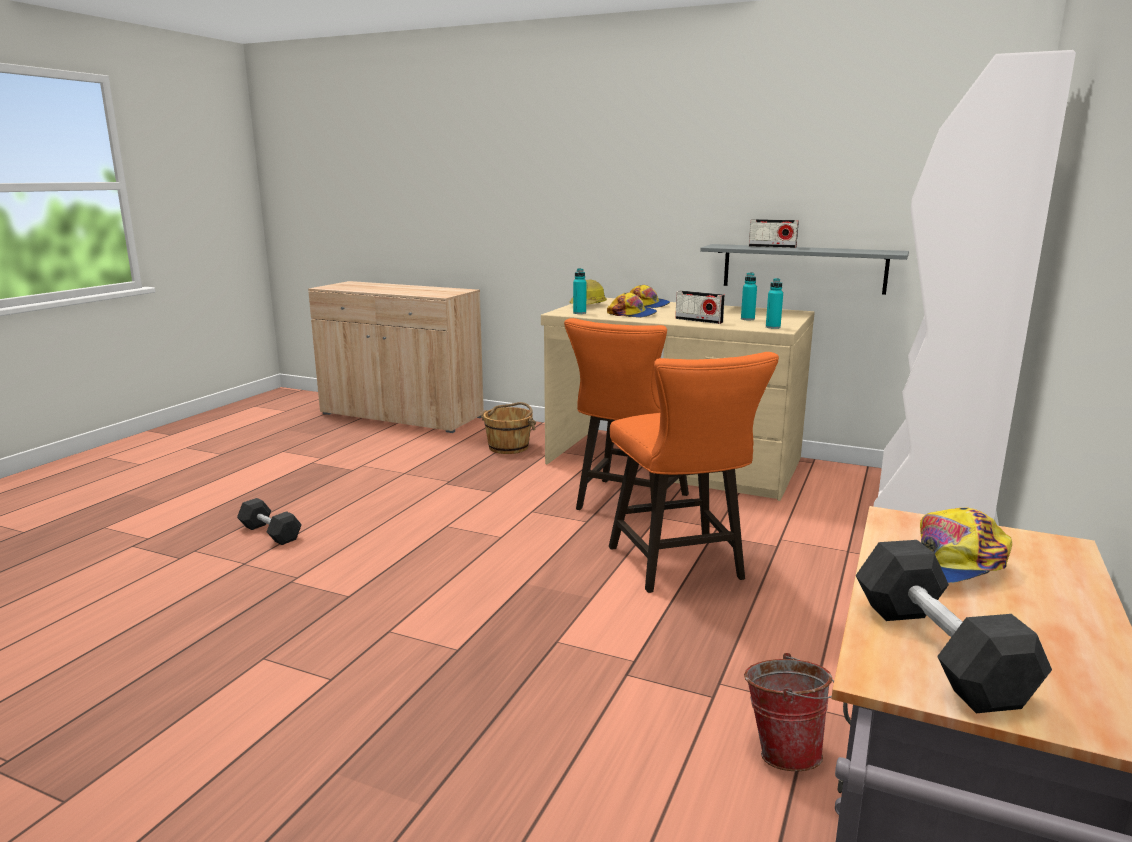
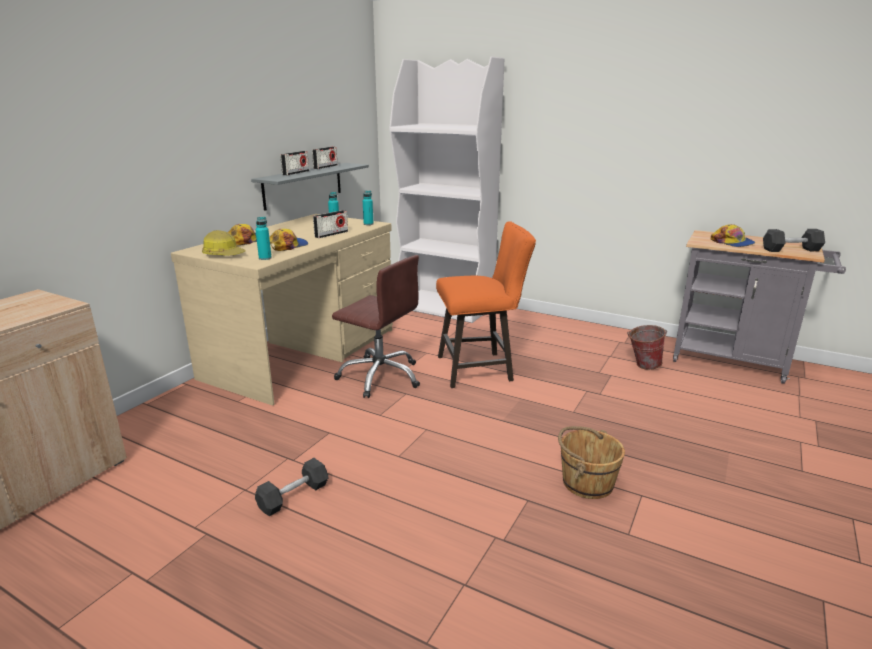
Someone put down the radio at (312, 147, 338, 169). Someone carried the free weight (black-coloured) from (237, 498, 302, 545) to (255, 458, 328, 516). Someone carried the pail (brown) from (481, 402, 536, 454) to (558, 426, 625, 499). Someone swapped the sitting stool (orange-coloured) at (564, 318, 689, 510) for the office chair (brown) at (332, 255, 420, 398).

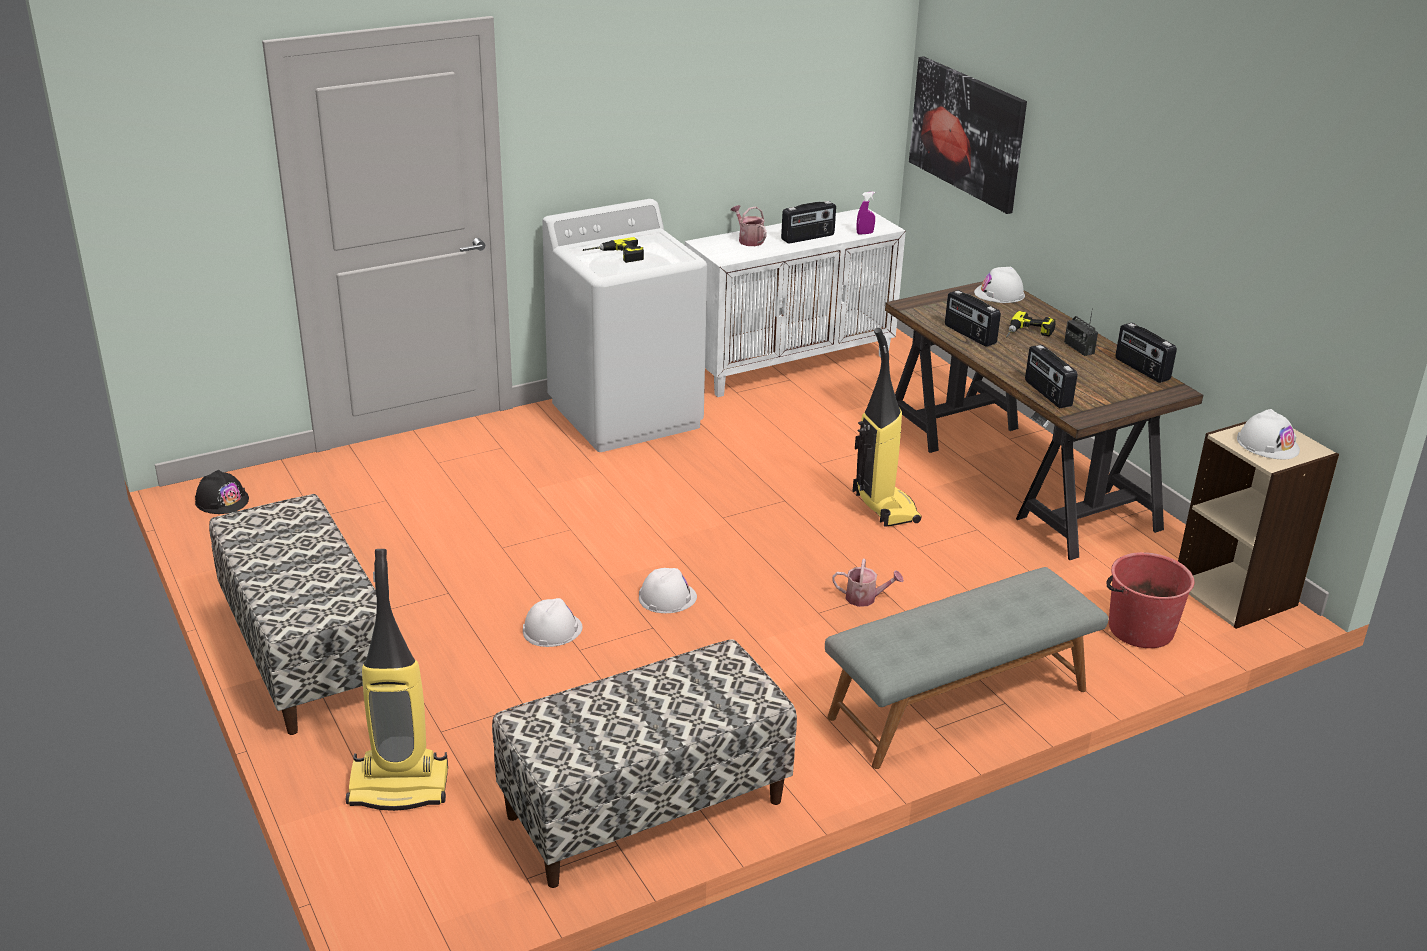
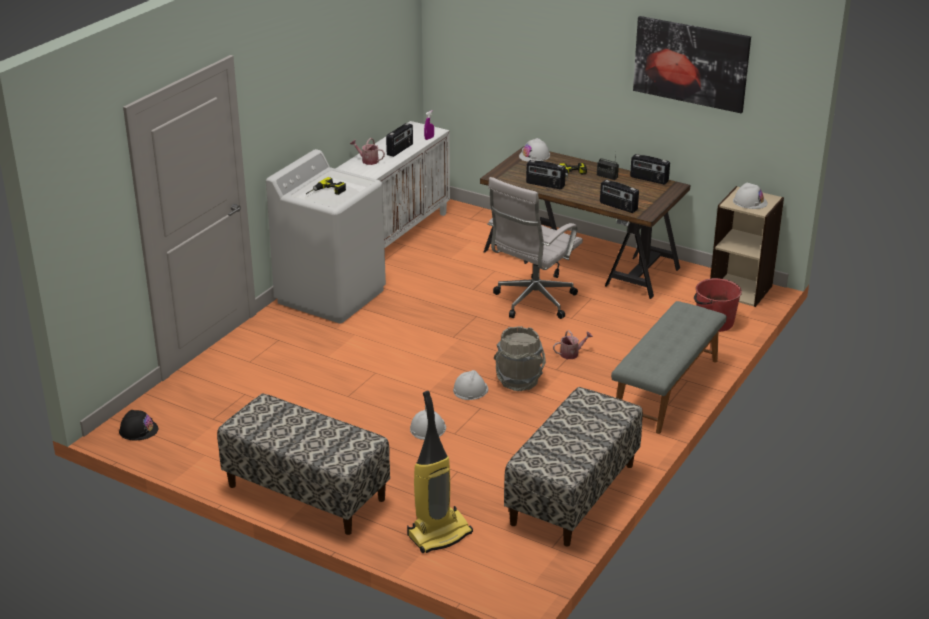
Someone put down the pail (greyish) at (494, 326, 546, 391). Someone carried the wall art from (909, 56, 1027, 214) to (633, 16, 751, 113). Someone swapped the vacuum cleaner at (853, 328, 921, 527) for the office chair (white) at (487, 177, 583, 319).

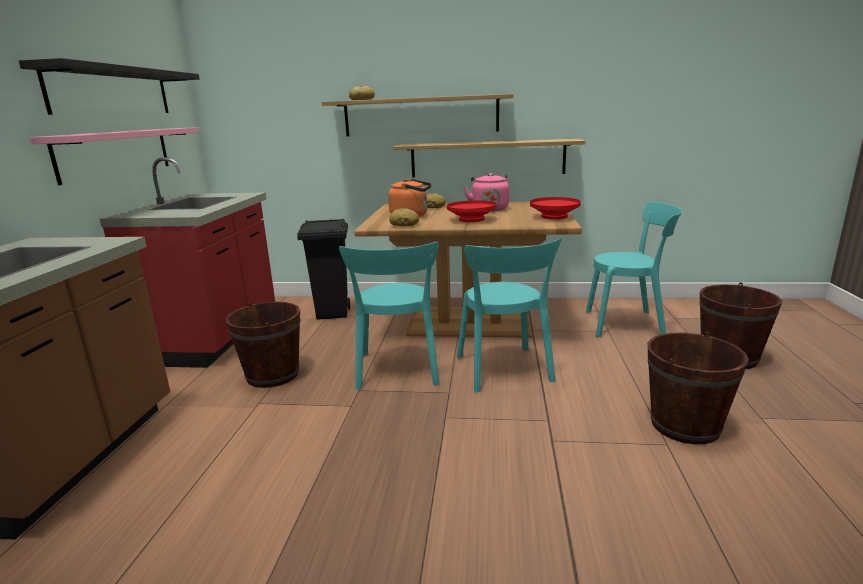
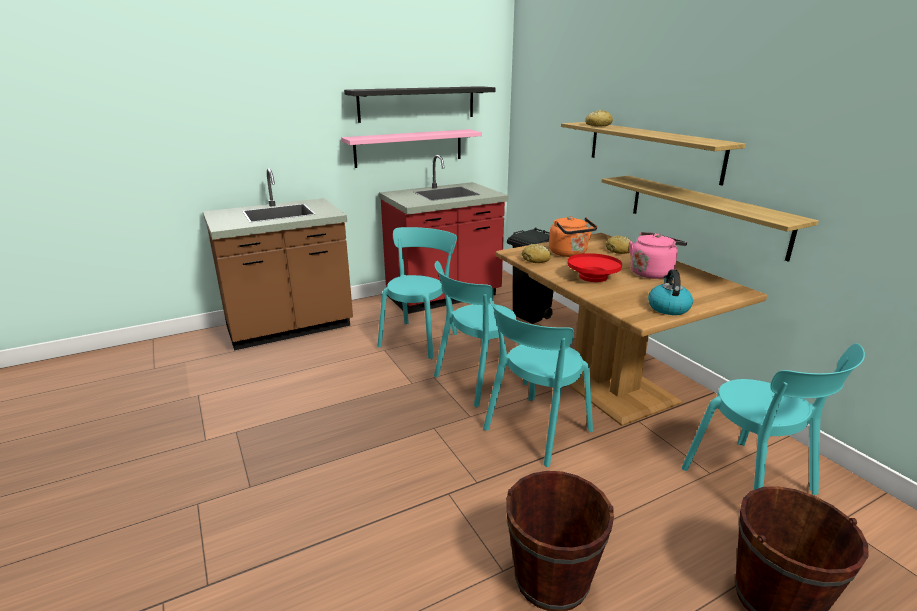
Someone swapped the pail (brown) at (226, 302, 300, 388) for the upright chair (blue-green) at (378, 227, 458, 359). Someone swapped the deep dish (red) at (530, 197, 581, 220) for the kettle at (648, 269, 693, 315).

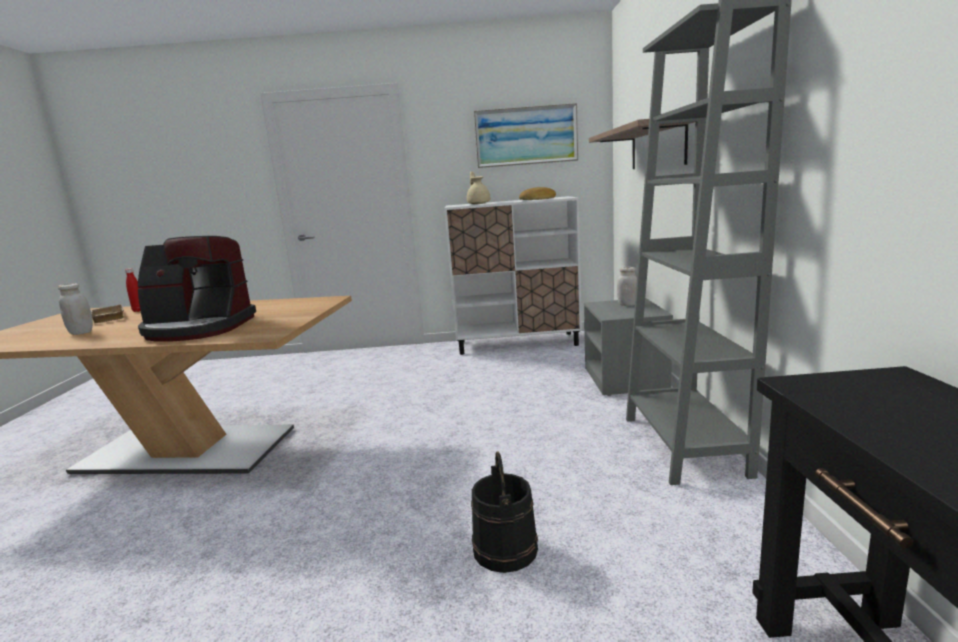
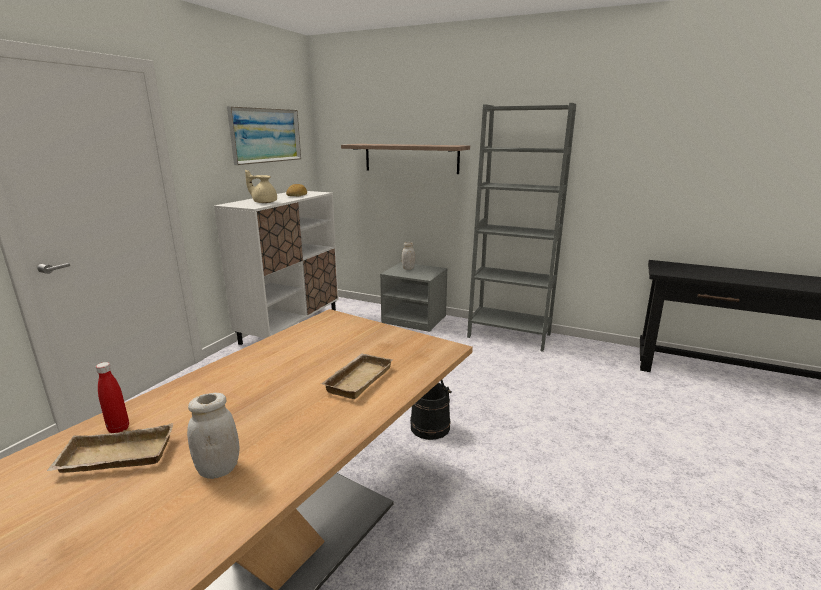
Someone carried the pail (black-coloured) from (471, 451, 538, 573) to (410, 380, 452, 440). Someone swapped the coffee brewer at (138, 236, 256, 342) for the tray (beige-coloured) at (321, 353, 393, 399).

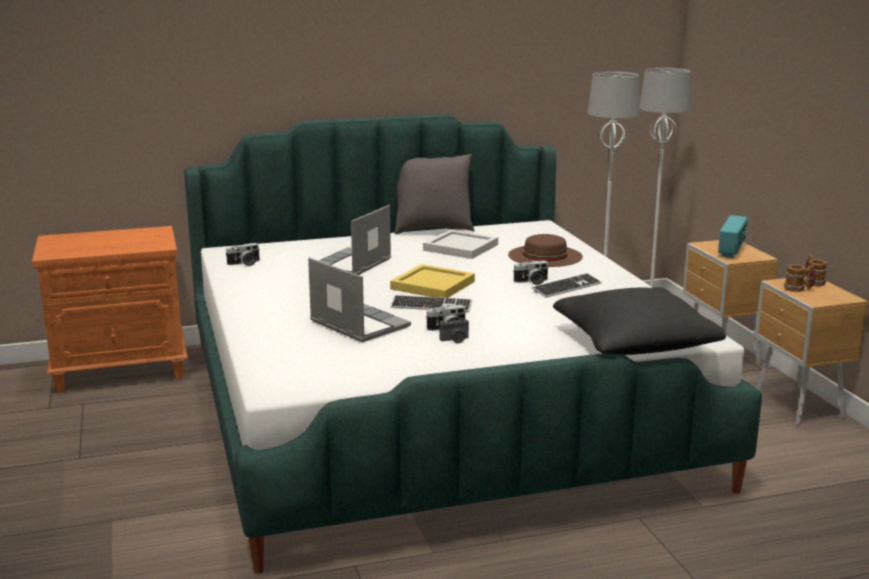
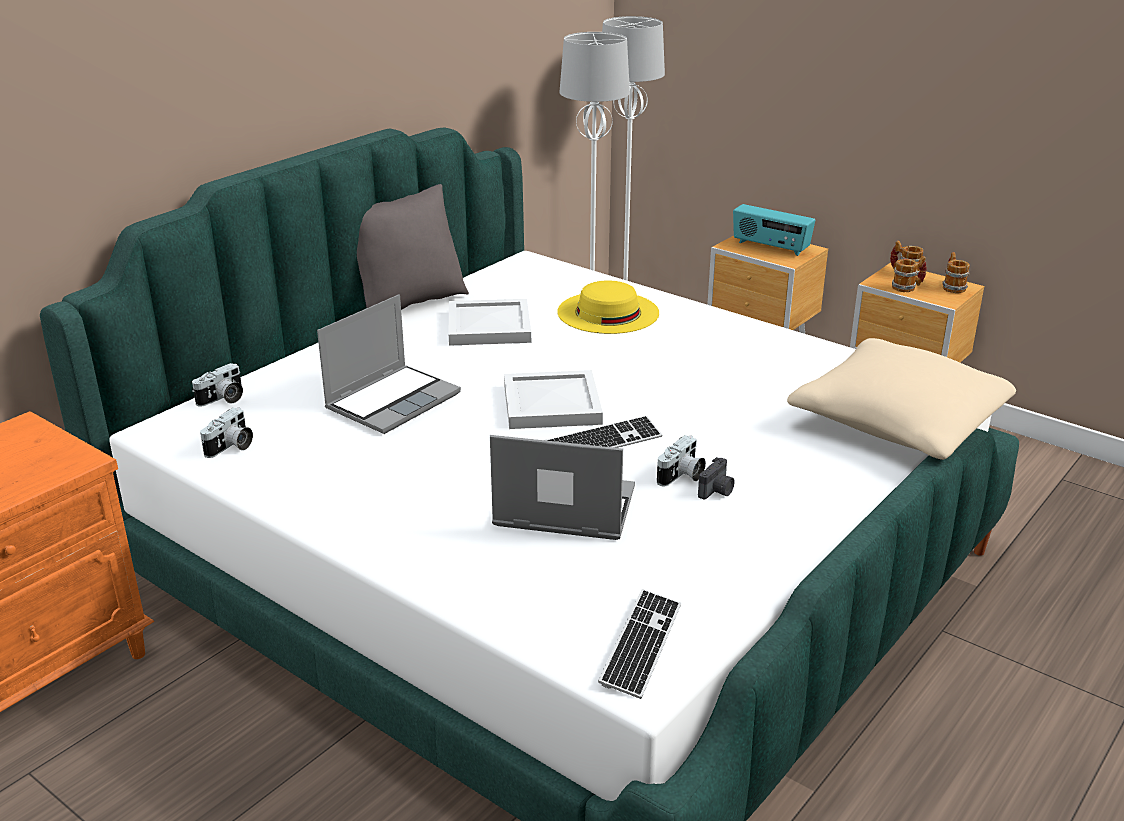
Someone put down the mug at (942, 252, 970, 293). Someone carried the photo camera from (513, 260, 549, 285) to (192, 363, 243, 407). Someone carried the keyboard from (532, 273, 602, 298) to (598, 589, 681, 699). Someone repainted the tray (yellowish) at (390, 264, 475, 298), which became the tray (white) at (504, 370, 603, 429). Someone repainted the hat (brown) at (508, 234, 583, 267), which became the hat (yellowish) at (557, 280, 659, 334). Someone repainted the throw pillow (black-coloured) at (553, 287, 726, 355), which became the throw pillow (beige-coloured) at (787, 338, 1016, 460). Someone rotated the notebook computer at (319, 205, 391, 275) by 135 degrees counterclockwise. Someone rotated the radio at (718, 215, 748, 258) by 135 degrees clockwise.

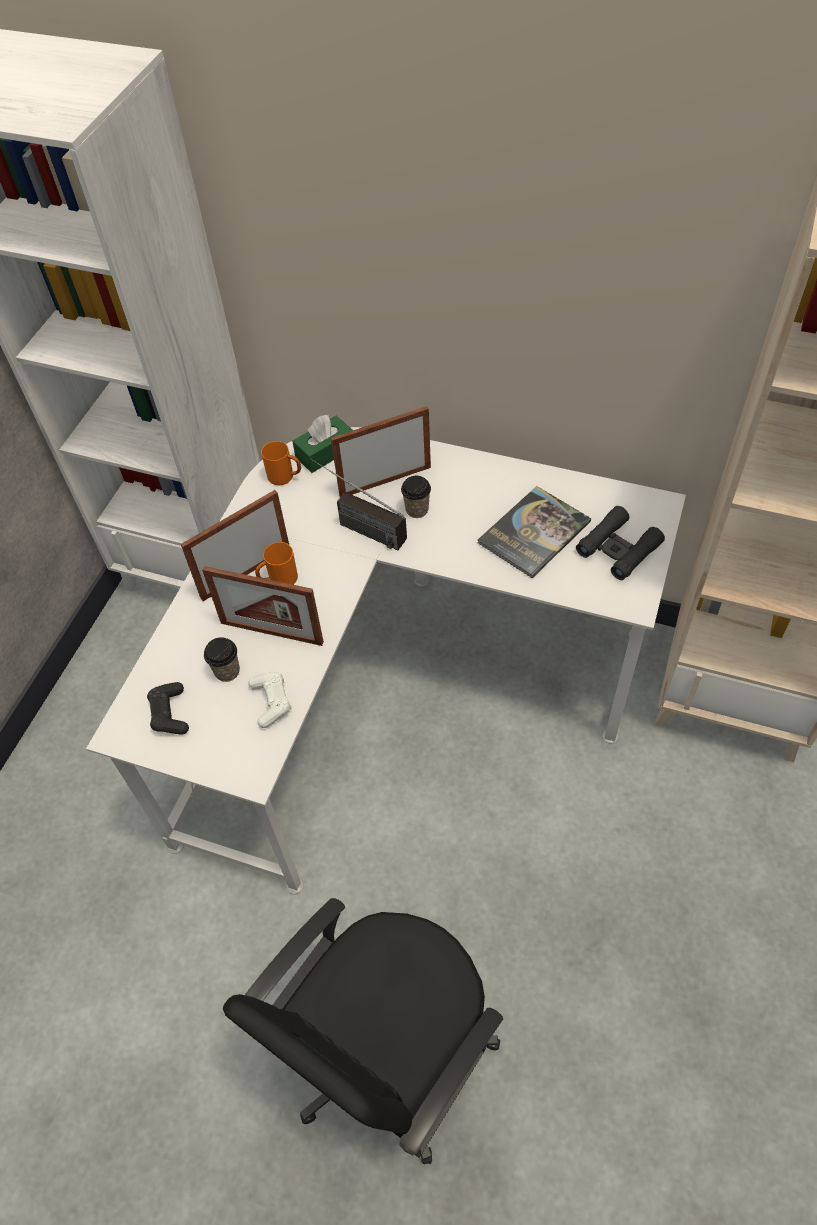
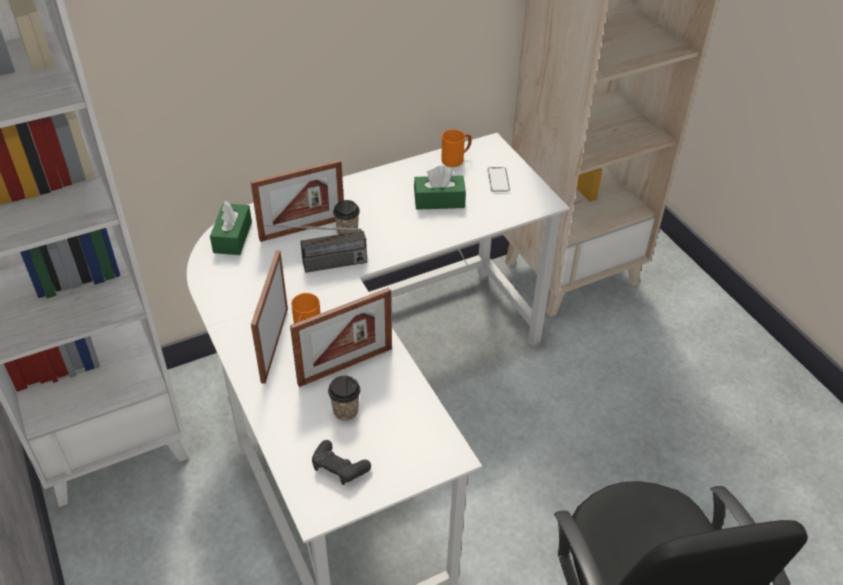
Someone took away the gamepad (white) at (248, 672, 291, 728). Someone carried the mug (orange-coloured) from (261, 441, 301, 485) to (441, 129, 471, 167). Someone swapped the book at (478, 486, 591, 578) for the tissue holder (green) at (414, 166, 466, 210). Someone swapped the field glasses (black-coloured) at (576, 506, 665, 580) for the telephone at (487, 167, 510, 192). Someone rotated the standing frame at (331, 406, 431, 497) by 135 degrees counterclockwise.

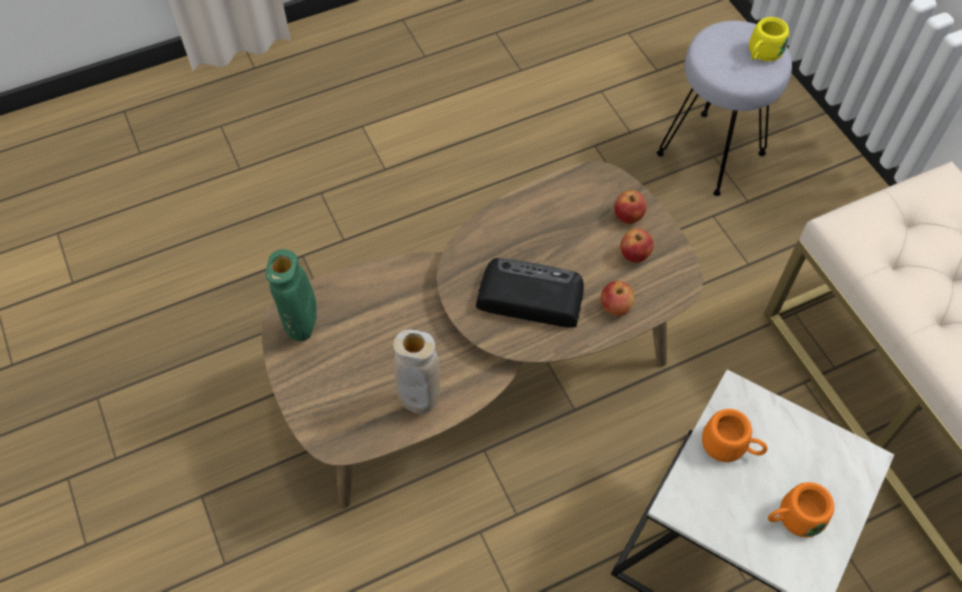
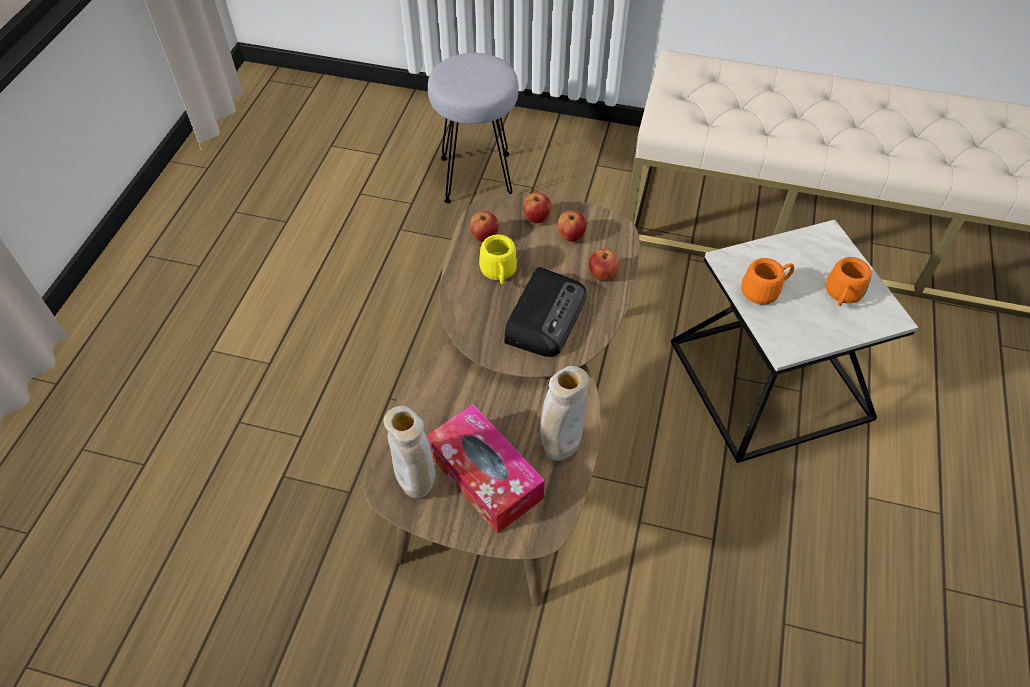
Someone put down the tissue holder at (426, 404, 545, 534). Someone put down the apple at (470, 211, 499, 242). Someone carried the mug (yellowish) from (749, 17, 789, 61) to (479, 235, 518, 285). Someone repainted the flower vase (green) at (266, 249, 317, 341), which became the flower vase (beige-coloured) at (384, 406, 435, 498). Someone rotated the radio at (476, 258, 584, 328) by 150 degrees clockwise.

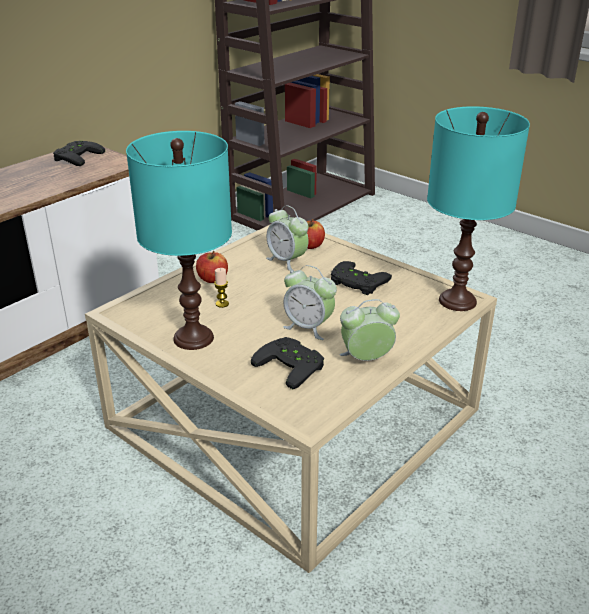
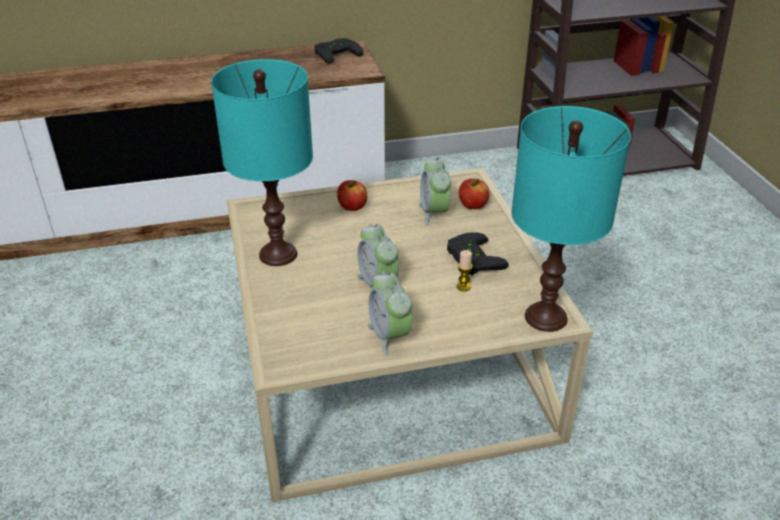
Someone took away the gamepad (black-coloured) at (251, 337, 324, 389). Someone carried the wax light from (214, 268, 229, 308) to (457, 250, 473, 291). Someone rotated the bedside clock at (340, 299, 400, 361) by 135 degrees counterclockwise.

